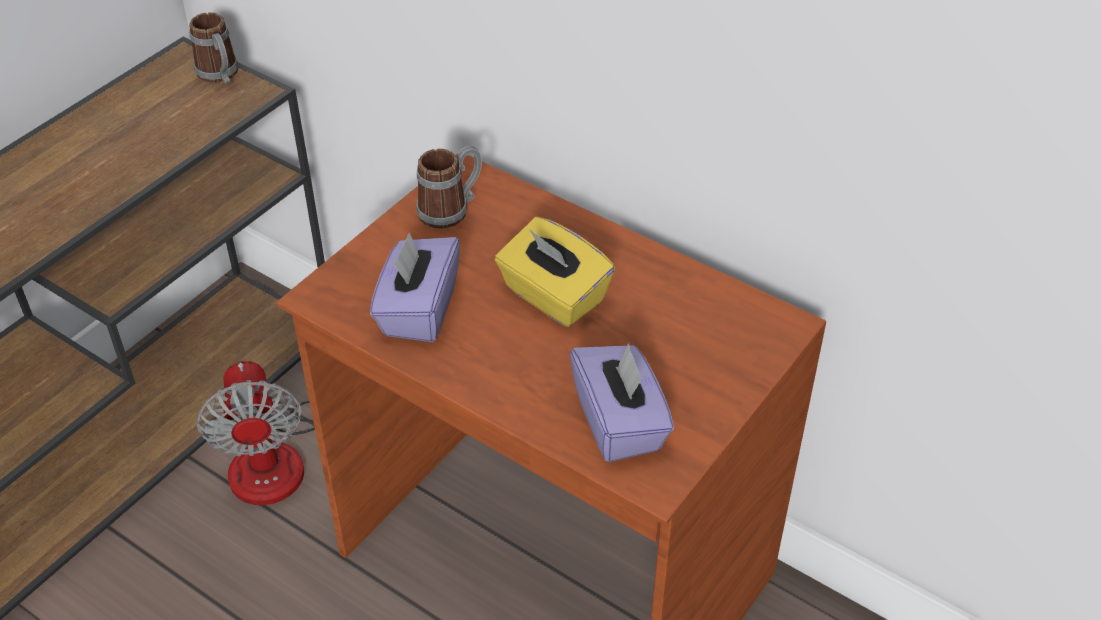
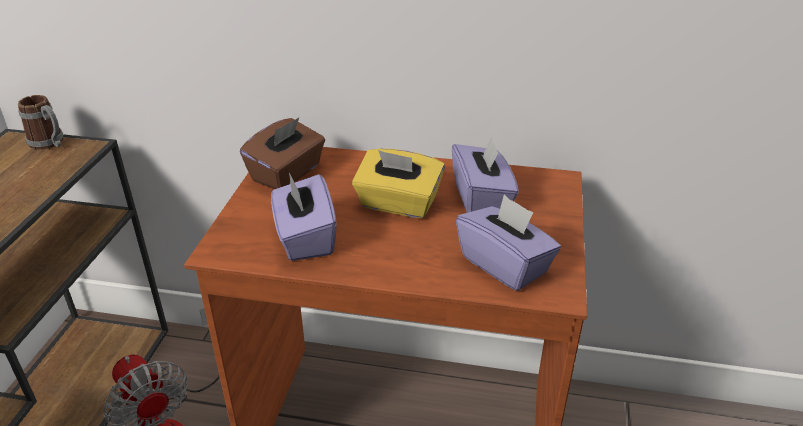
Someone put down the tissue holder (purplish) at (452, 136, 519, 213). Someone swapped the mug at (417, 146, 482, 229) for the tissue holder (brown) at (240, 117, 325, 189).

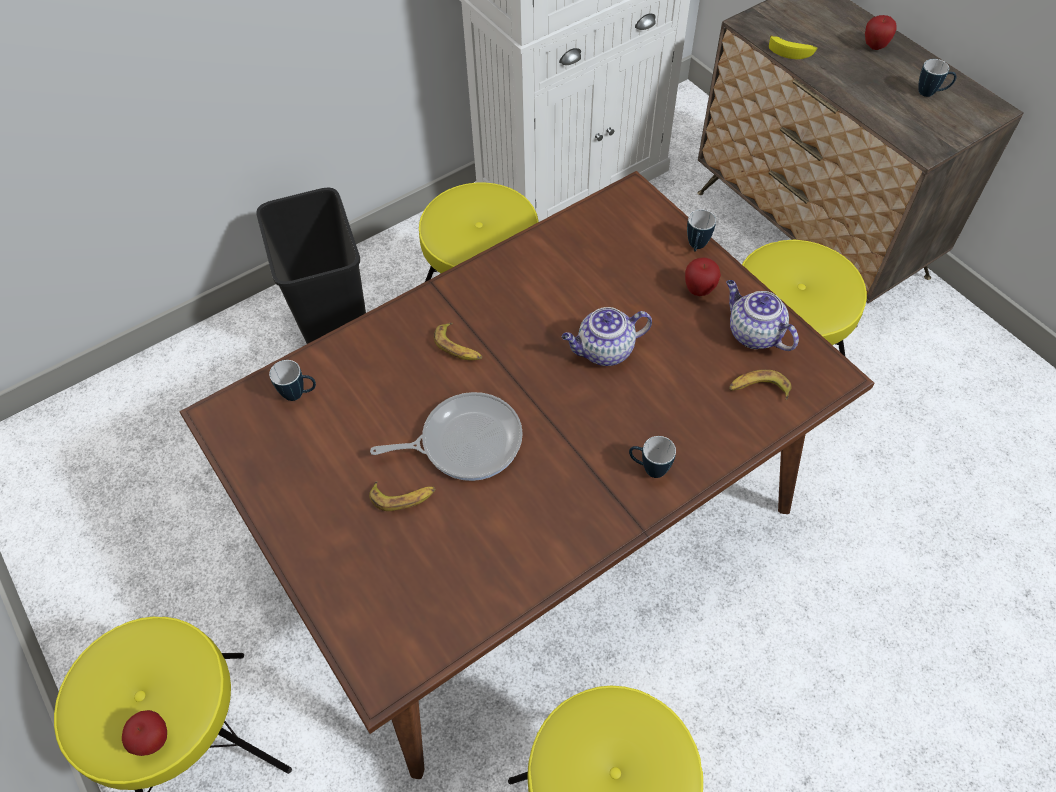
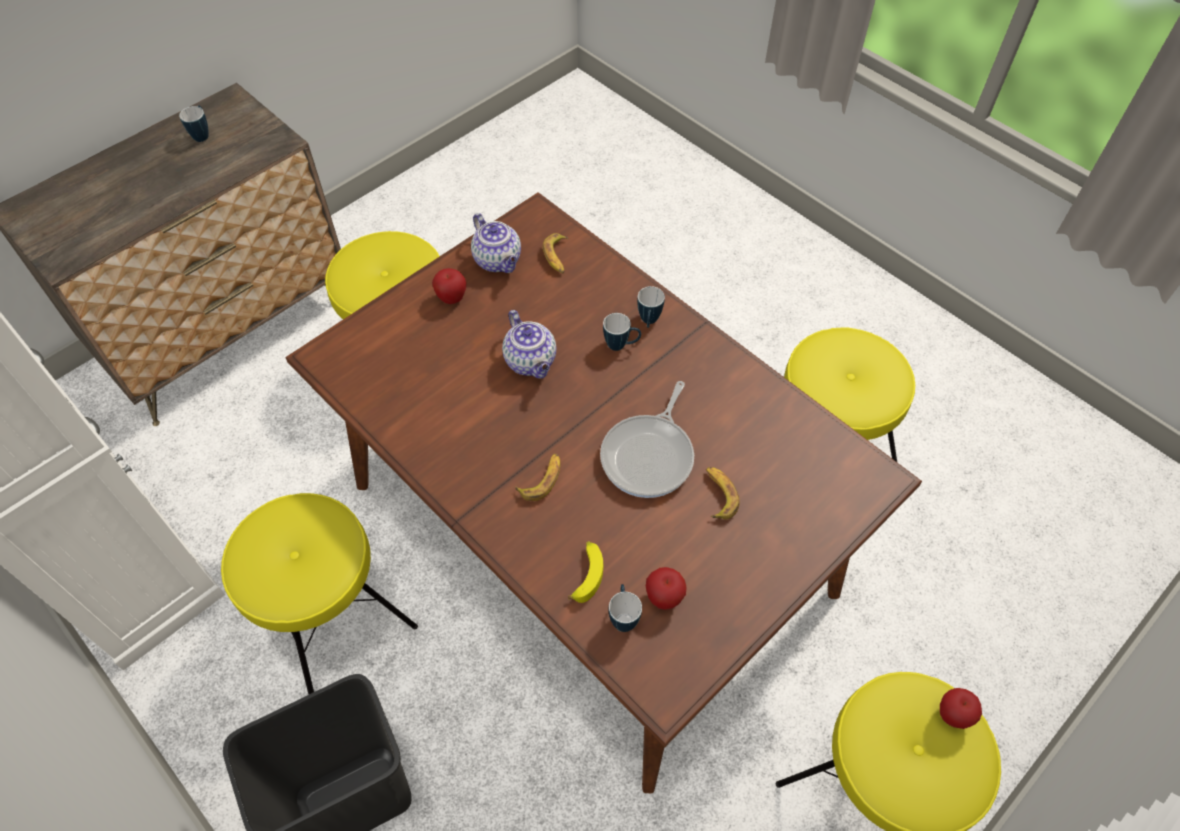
Someone carried the mug from (687, 209, 716, 252) to (603, 313, 641, 351). Someone carried the whole banana from (769, 35, 817, 59) to (568, 541, 603, 603). Someone carried the apple from (865, 15, 897, 50) to (646, 567, 687, 610). Someone rotated the pan at (370, 392, 523, 481) by 135 degrees counterclockwise. Someone rotated the teapot at (726, 280, 799, 351) by 75 degrees counterclockwise.

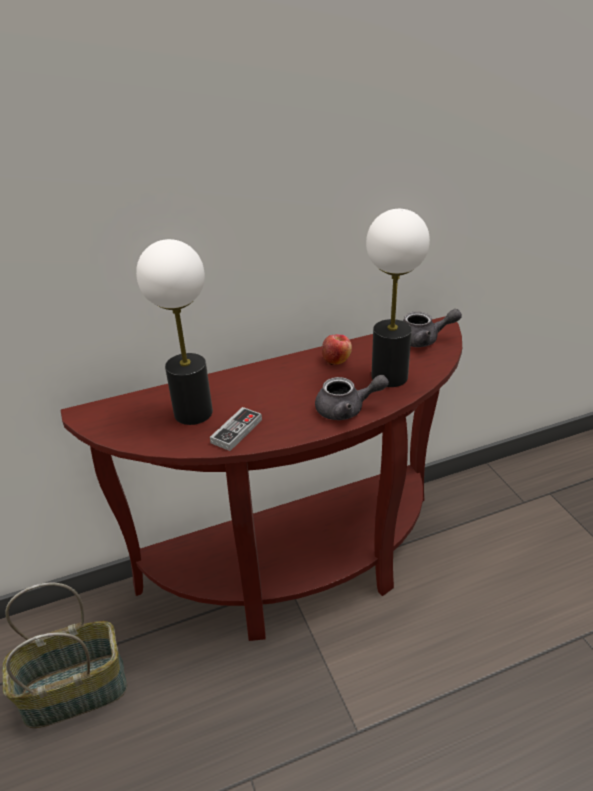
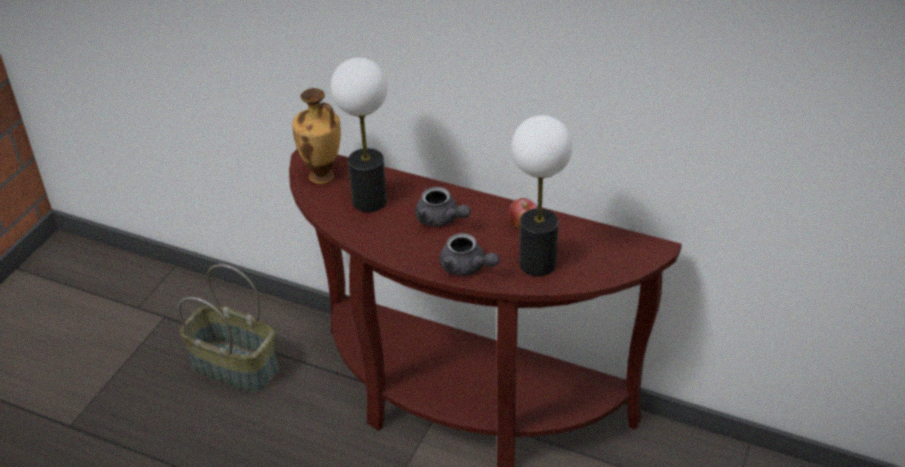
Someone took away the gamepad at (210, 407, 262, 451). Someone put down the flower vase at (292, 88, 341, 184). Someone carried the teapot (greyish) from (403, 309, 462, 347) to (415, 187, 471, 227).

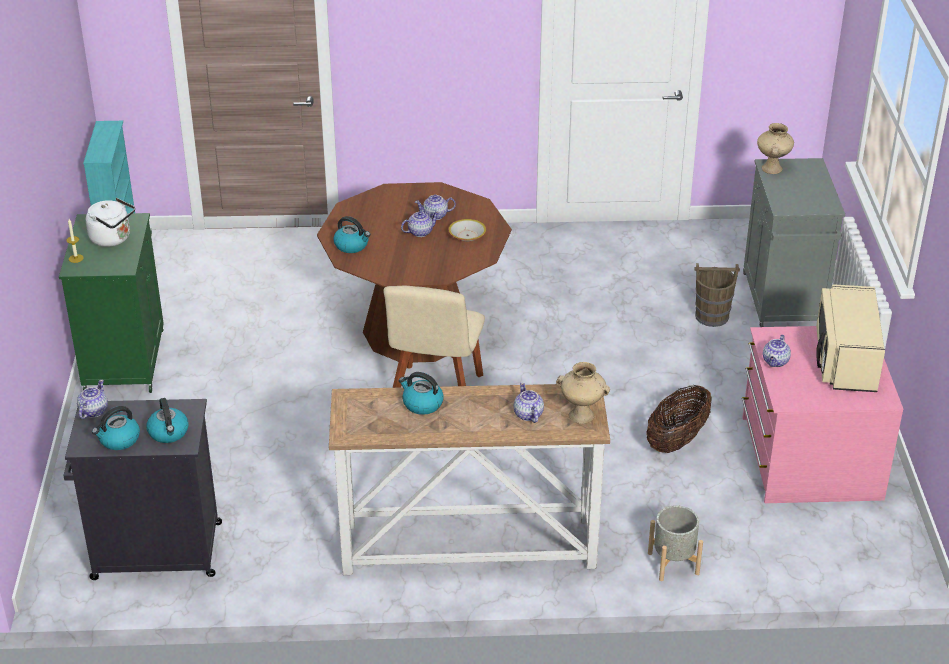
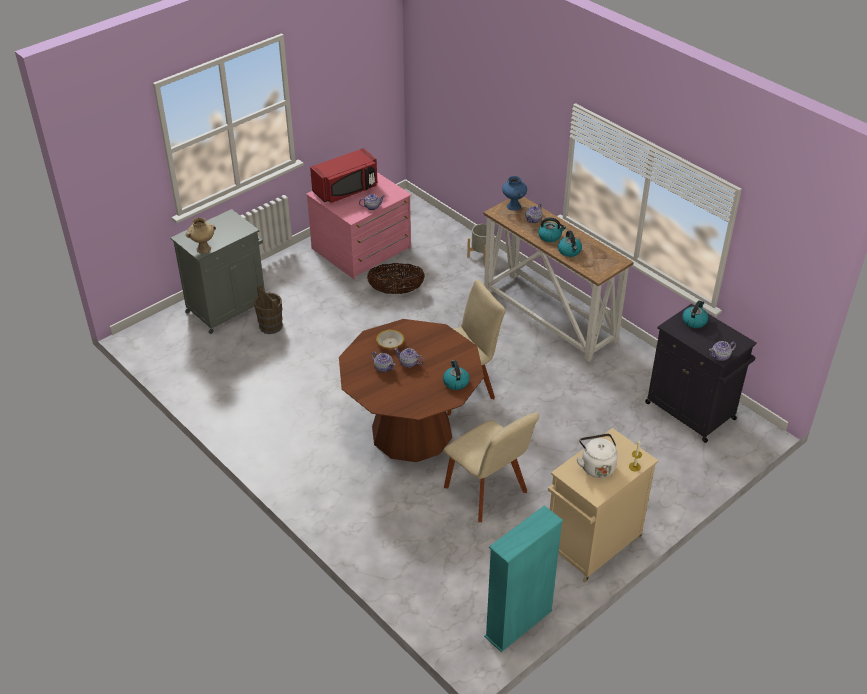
Someone put down the upright chair (beige-coloured) at (444, 412, 539, 522). Someone carried the kettle from (92, 406, 140, 450) to (538, 217, 566, 242). Someone repainted the cupboard (green) at (59, 213, 164, 393), which became the cupboard (beige-coloured) at (548, 428, 658, 582). Someone repainted the flower vase (beige-coloured) at (556, 362, 610, 424), which became the flower vase (blue-coloured) at (502, 176, 527, 211). Someone repainted the microwave (beige-coloured) at (816, 284, 885, 392), which became the microwave (red) at (310, 148, 378, 203).

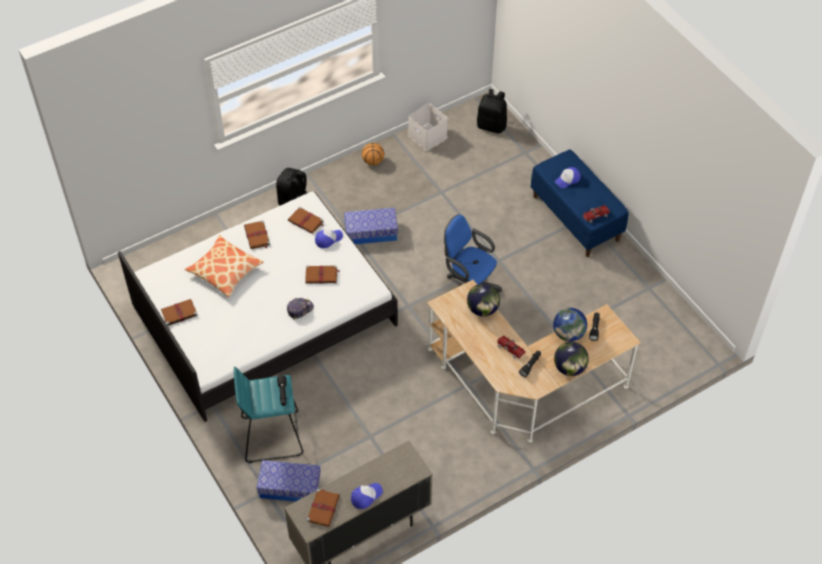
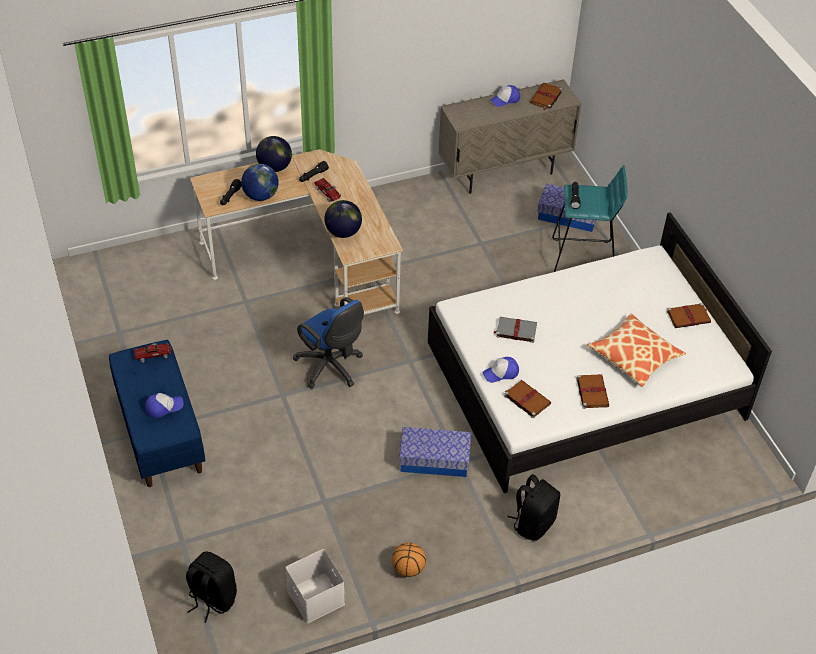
Someone took away the cap at (287, 298, 314, 320). Someone repainted the book (brown) at (305, 265, 340, 284), which became the book (greyish) at (494, 317, 537, 343).

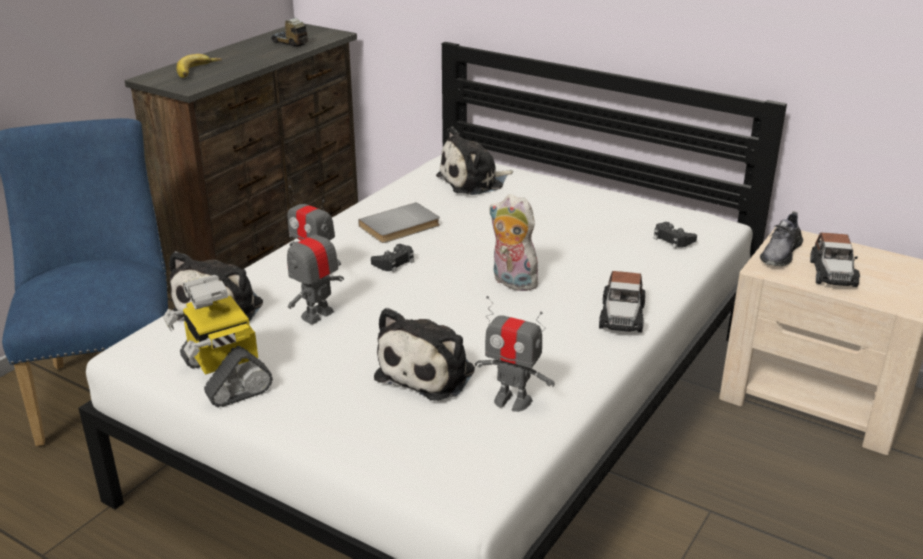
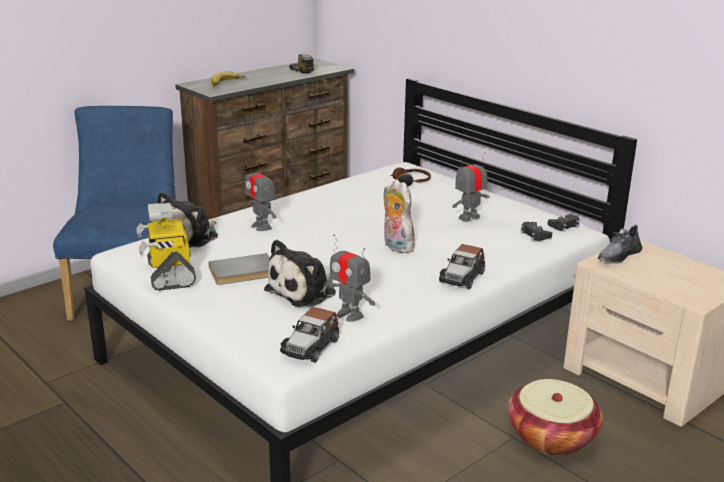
Someone put down the household basket at (507, 379, 603, 455). Someone carried the toy robot from (287, 215, 344, 324) to (452, 152, 489, 222). Someone carried the book (greyish) from (358, 202, 440, 243) to (208, 253, 270, 285). Someone carried the gamepad (black-coloured) from (371, 244, 414, 272) to (548, 214, 580, 232). Someone carried the miniature car from (810, 233, 860, 287) to (280, 307, 339, 363). Someone swapped the soft toy at (436, 127, 513, 195) for the headphones at (391, 168, 431, 186).

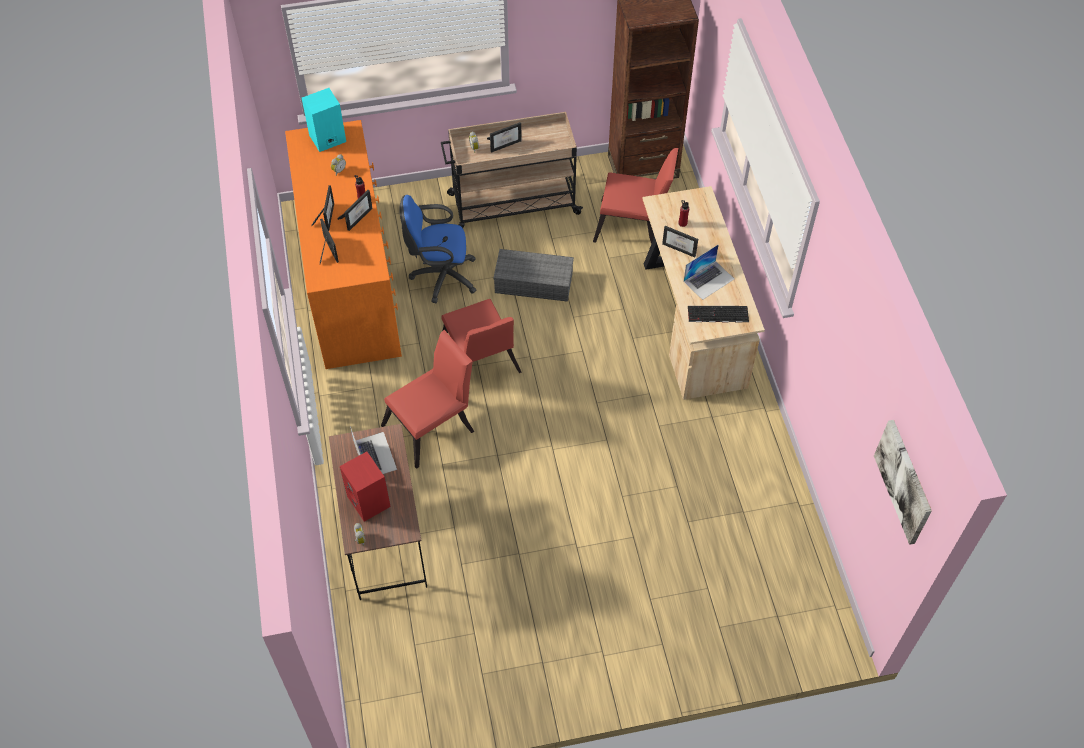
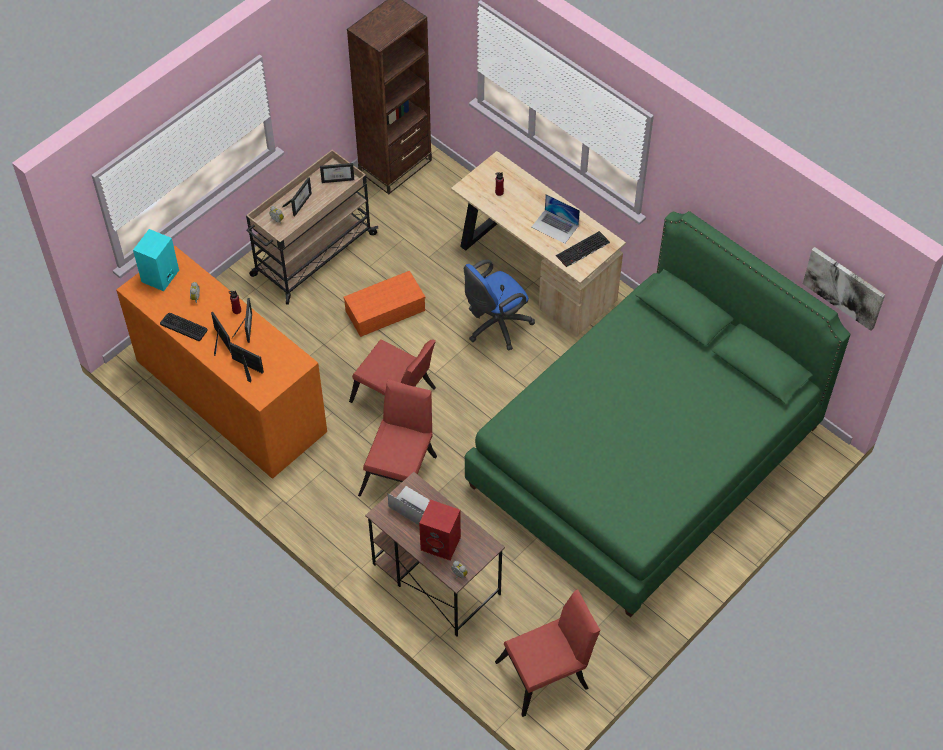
Someone put down the keyboard at (160, 313, 208, 341). Someone put down the sleeping bed (green) at (465, 211, 850, 617). Someone carried the office chair (blue-coloured) from (399, 195, 476, 303) to (464, 259, 535, 350). Someone carried the upright chair (red) from (593, 148, 678, 244) to (495, 589, 600, 717). Someone carried the standing frame from (662, 226, 698, 257) to (320, 163, 354, 183). Someone repainted the storage box (greyish) at (493, 249, 574, 302), which became the storage box (orange-coloured) at (344, 271, 425, 337). Someone rotated the notebook computer at (684, 244, 734, 300) by 105 degrees clockwise.

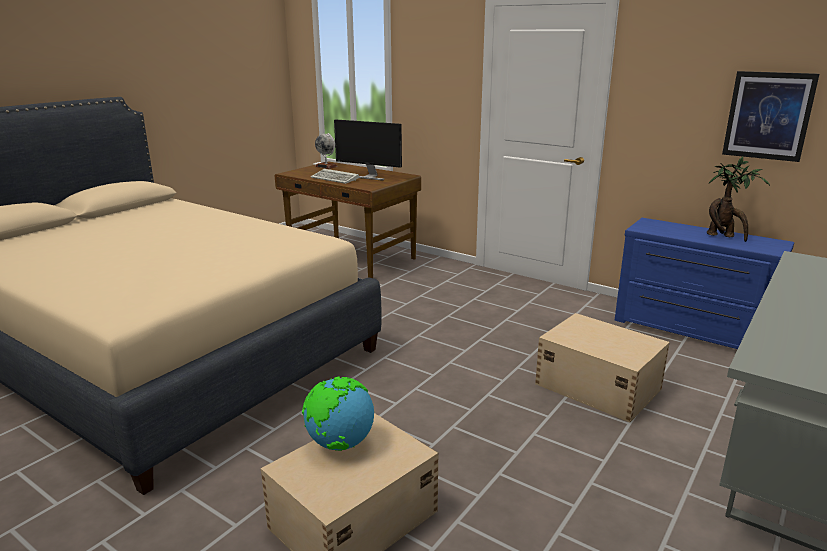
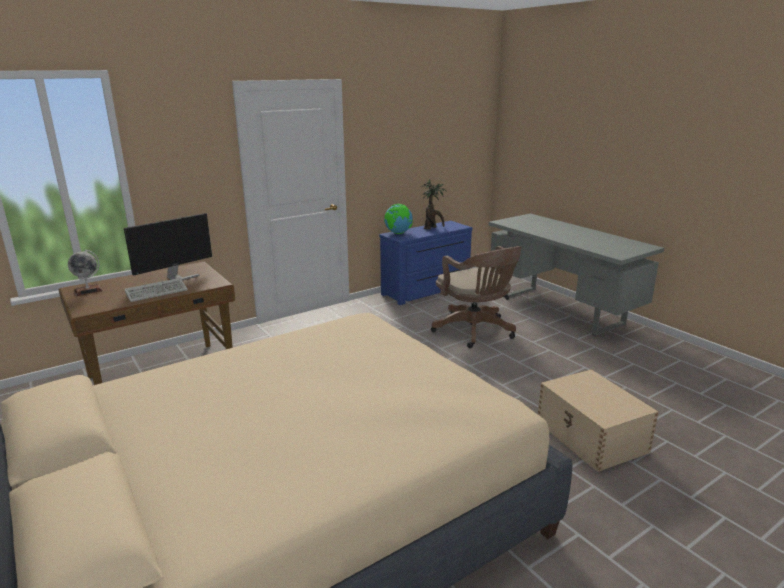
Someone took away the wall art at (722, 71, 819, 162). Someone carried the desk globe from (302, 377, 374, 451) to (384, 204, 413, 234). Someone swapped the storage box (beige-coloured) at (535, 313, 670, 422) for the office chair (brown) at (431, 246, 522, 348).

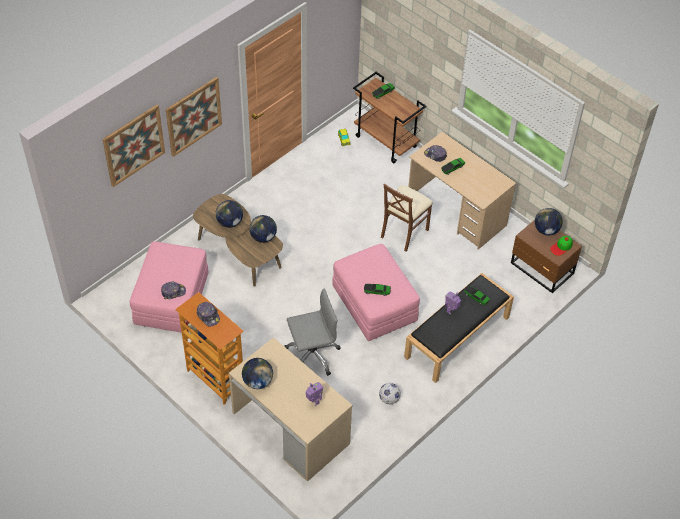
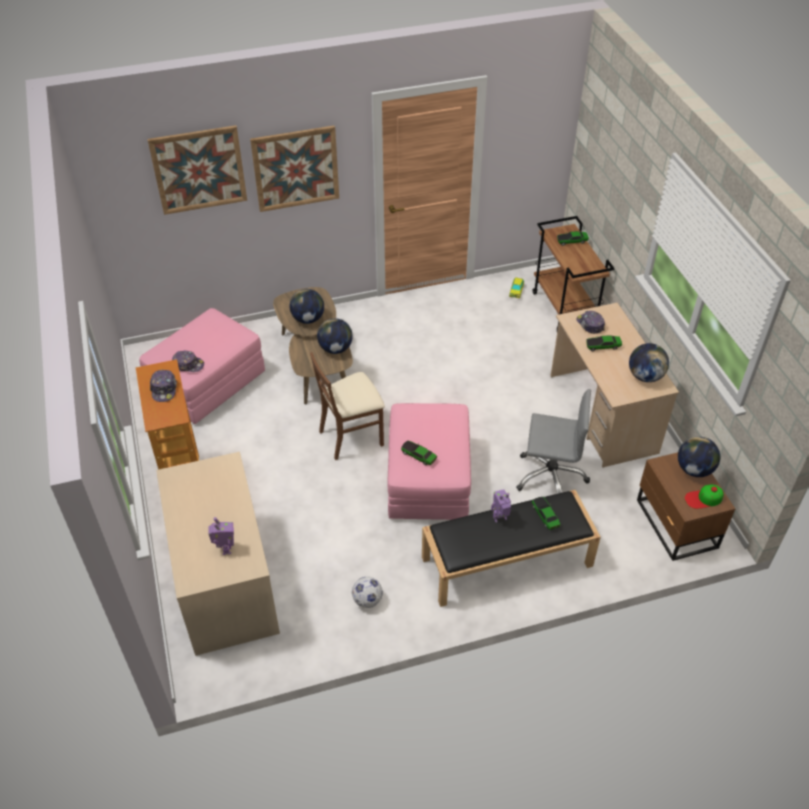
Someone carried the desk globe from (242, 358, 273, 389) to (629, 343, 669, 382). Someone carried the office chair (greyish) from (284, 289, 341, 376) to (516, 389, 591, 494). Someone carried the upright chair (brown) from (381, 183, 433, 252) to (310, 352, 385, 460).

